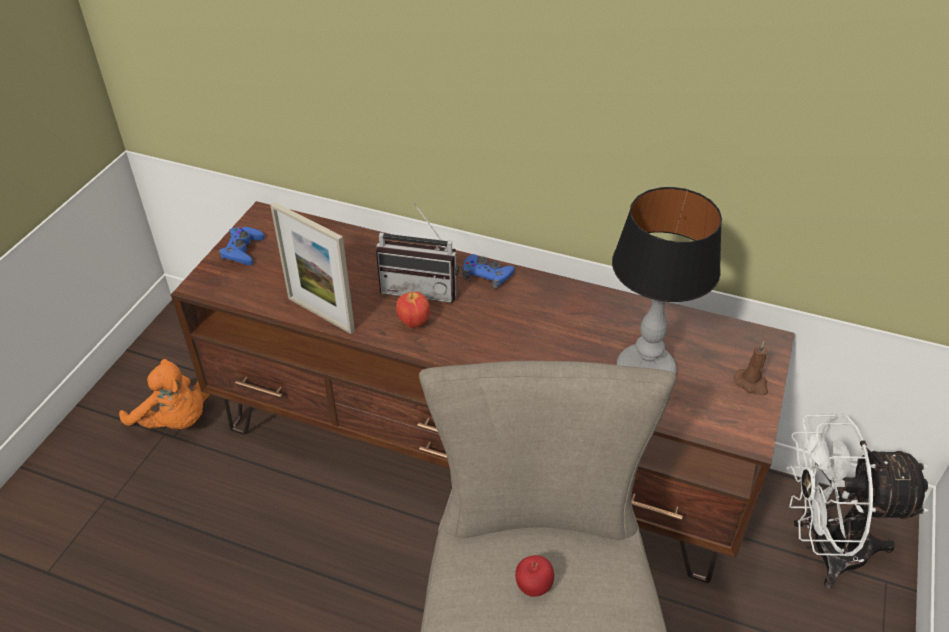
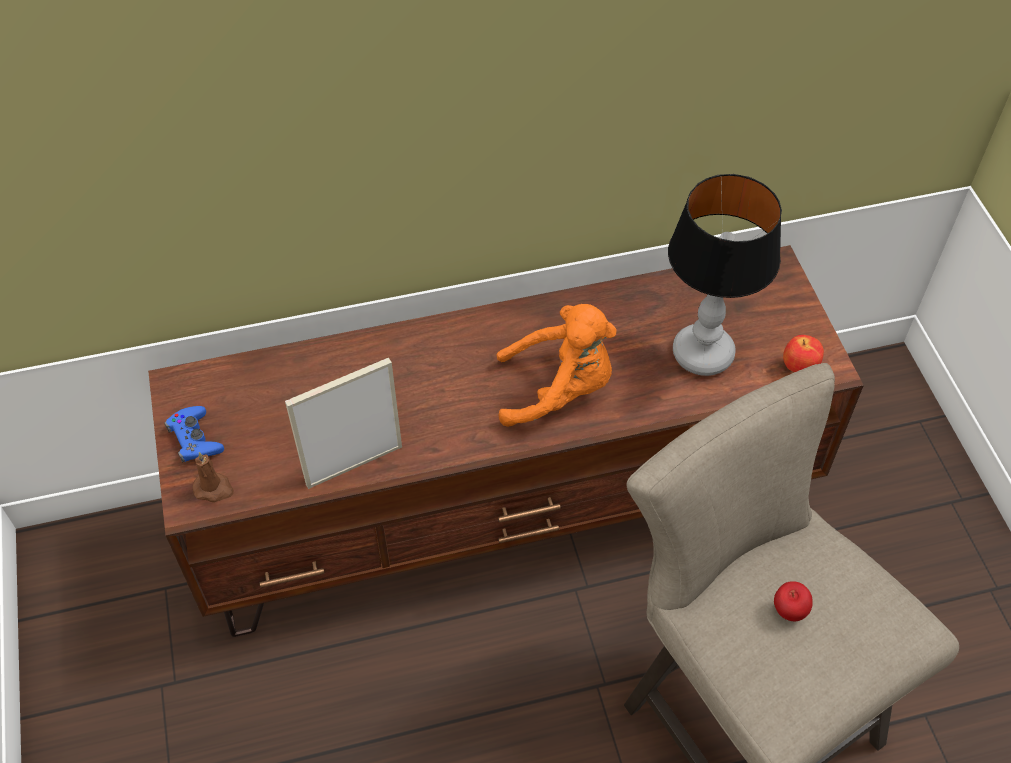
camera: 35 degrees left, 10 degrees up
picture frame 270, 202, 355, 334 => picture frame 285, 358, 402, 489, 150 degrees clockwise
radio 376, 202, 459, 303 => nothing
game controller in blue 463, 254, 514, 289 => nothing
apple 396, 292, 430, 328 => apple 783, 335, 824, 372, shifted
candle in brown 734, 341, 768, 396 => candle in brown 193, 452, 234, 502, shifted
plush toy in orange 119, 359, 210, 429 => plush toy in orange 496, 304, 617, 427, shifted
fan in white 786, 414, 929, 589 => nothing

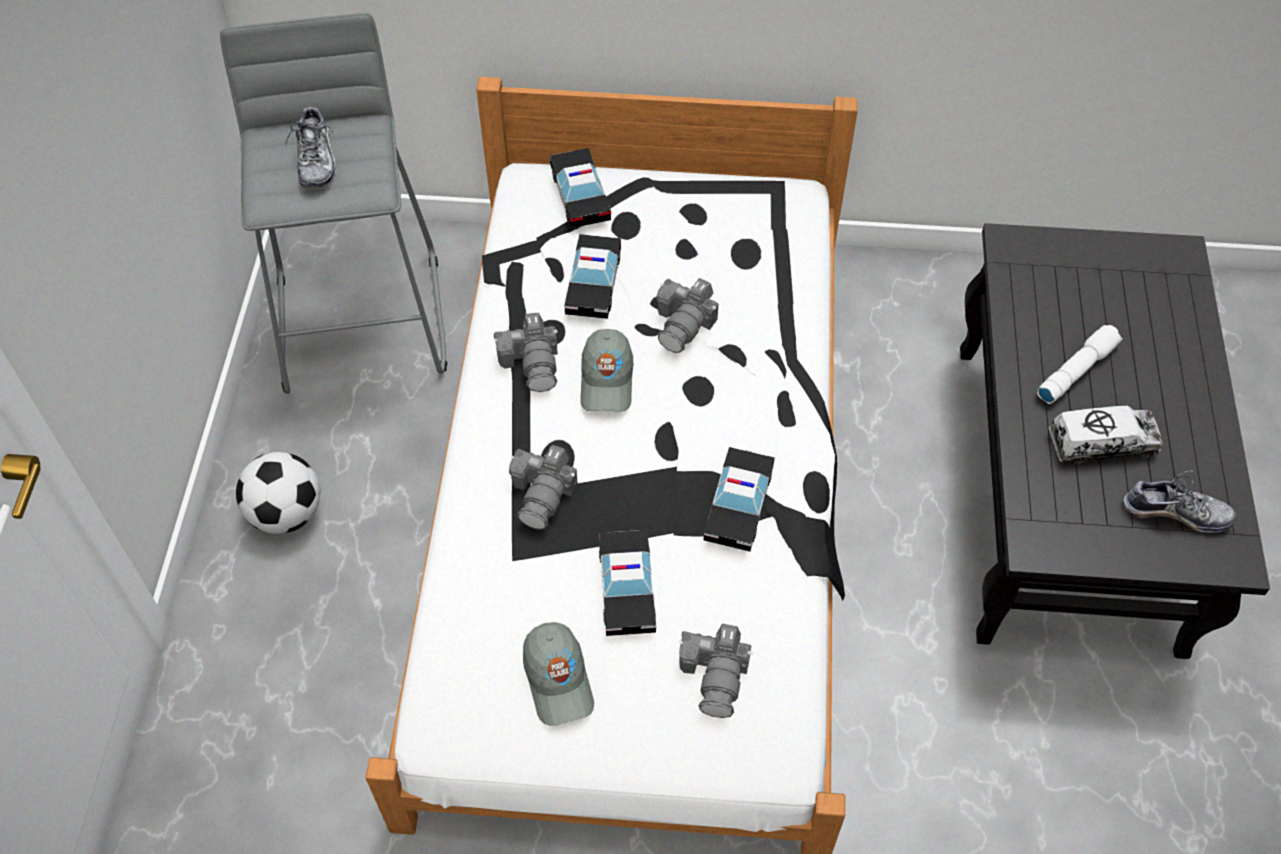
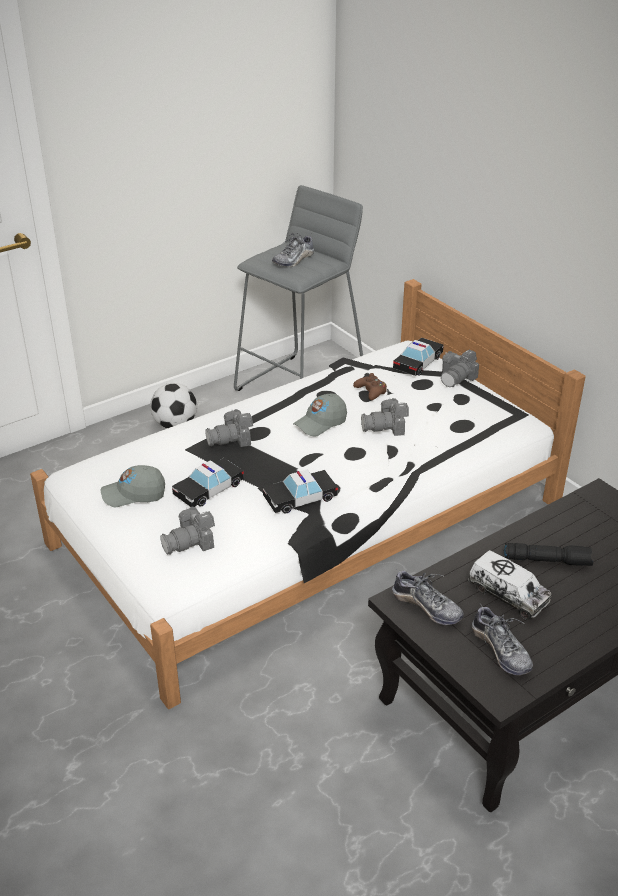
camera: 50 degrees right, 20 degrees down
toy car 564, 234, 621, 319 => game controller in brown 353, 373, 387, 400
photo camera 494, 313, 558, 392 => photo camera 441, 350, 479, 387, shifted
flashlight in white 1037, 325, 1123, 404 => flashlight in black 504, 543, 593, 566
cap in grey 523, 622, 594, 726 => cap in grey 101, 465, 165, 507, 45 degrees clockwise
nothing => shoe 392, 569, 464, 625

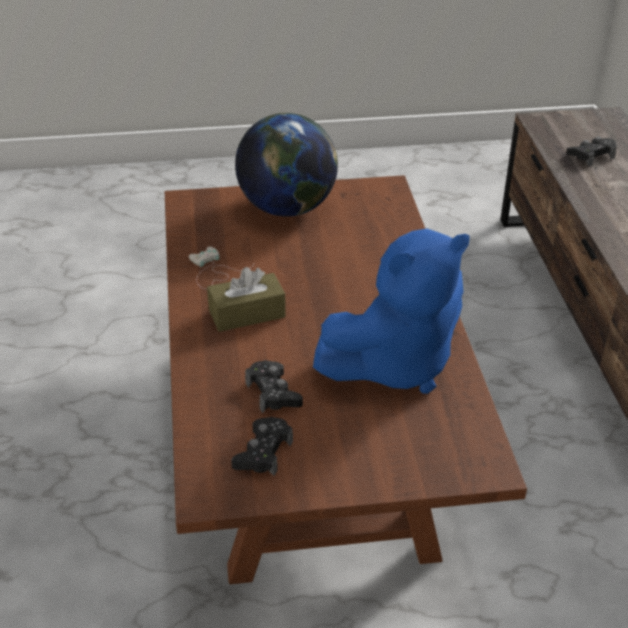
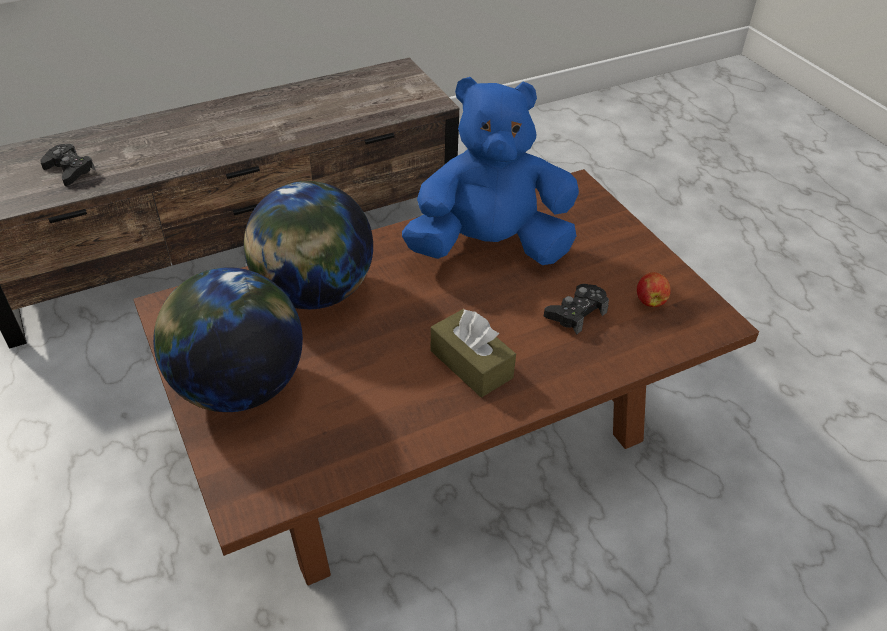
camera: 110 degrees left, 5 degrees up
plush toy in blue 313, 229, 470, 394 => plush toy in blue 402, 77, 579, 265, 45 degrees counterclockwise
game controller in white 189, 247, 254, 289 => nothing
game controller in black 231, 417, 293, 476 => apple 637, 272, 671, 307
nothing => globe 244, 181, 373, 309

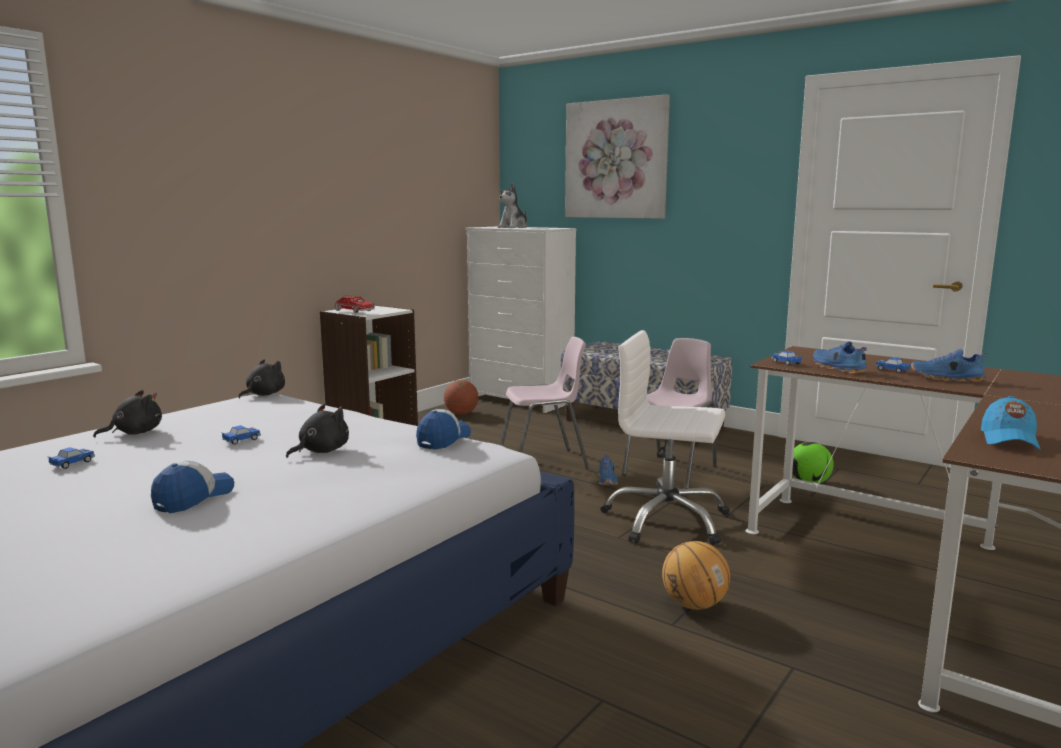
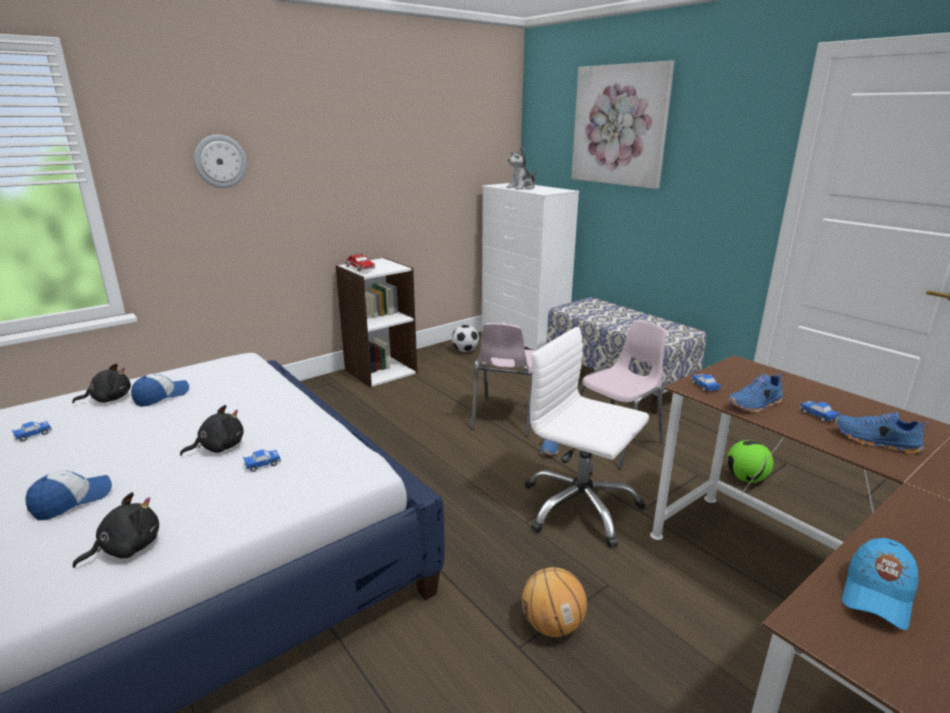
camera: 15 degrees right, 10 degrees up
chair in pink 500, 337, 589, 469 => chair in pink 471, 323, 535, 437, 105 degrees clockwise
shoe in blue 813, 341, 868, 374 => shoe in blue 727, 373, 784, 412, 105 degrees counterclockwise
plush toy in black 238, 359, 285, 399 => plush toy in black 72, 492, 159, 568, shifted
basketball 444, 380, 479, 415 => football 452, 325, 479, 352
cap 416, 409, 471, 450 => cap 131, 373, 189, 407, shifted
toy car 221, 425, 261, 445 => toy car 243, 450, 281, 472, shifted
nothing => wall clock 194, 135, 247, 188

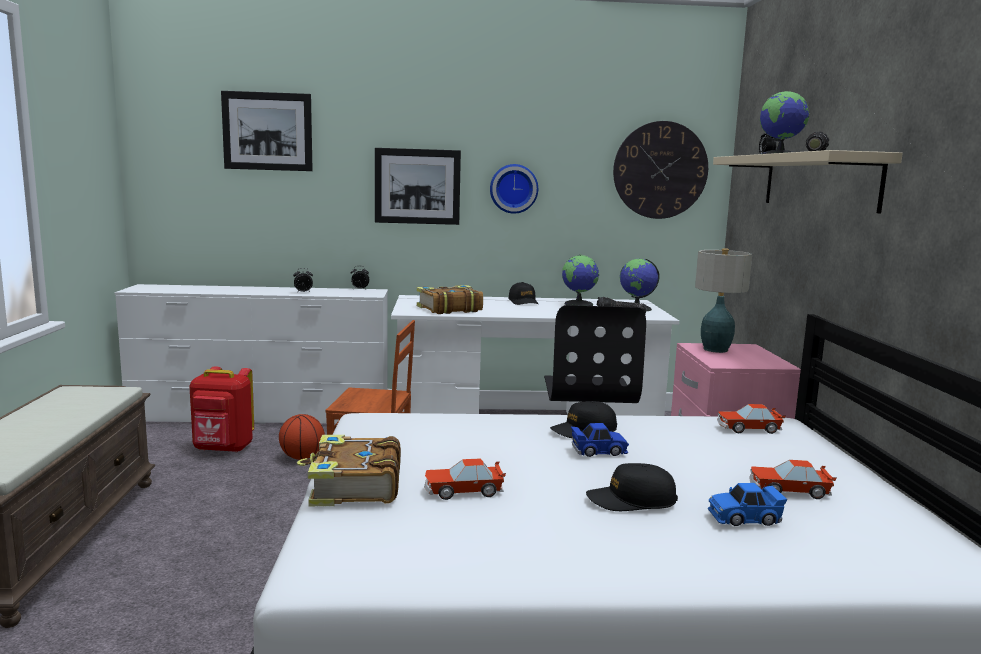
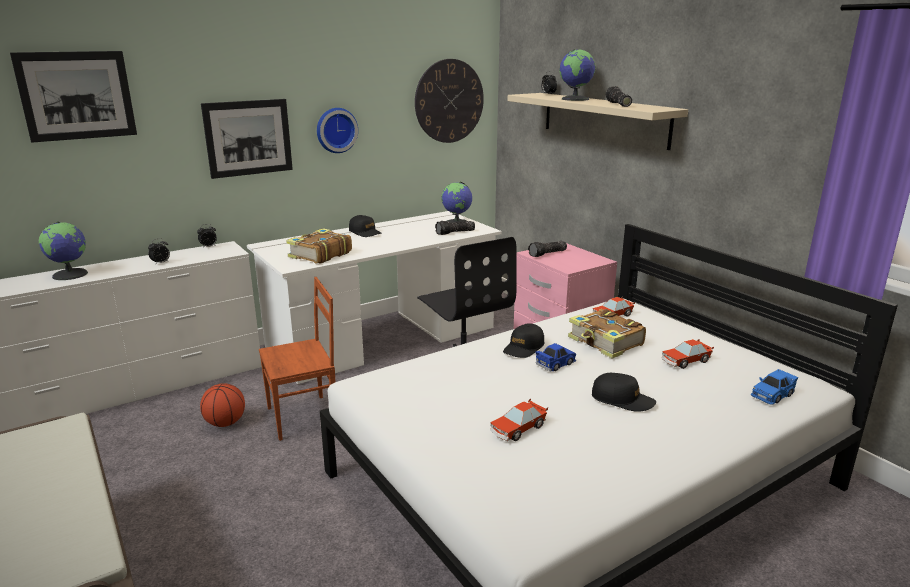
camera: 30 degrees left, 10 degrees up
table lamp 695, 248, 752, 353 => flashlight 528, 241, 567, 257
globe 562, 254, 599, 306 => globe 39, 221, 88, 280, shifted
backpack in red 189, 366, 254, 452 => nothing
book 297, 435, 401, 506 => book 568, 309, 646, 359, shifted
cap in black 586, 463, 678, 511 => cap in black 592, 373, 656, 412, 120 degrees counterclockwise
toy car in blue 708, 483, 787, 526 => toy car in blue 751, 369, 798, 405, shifted

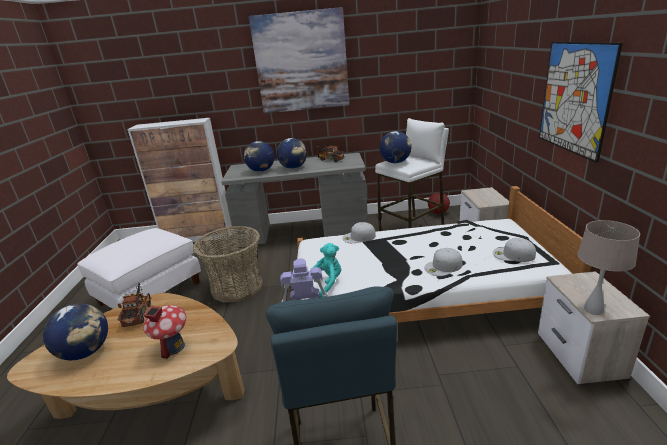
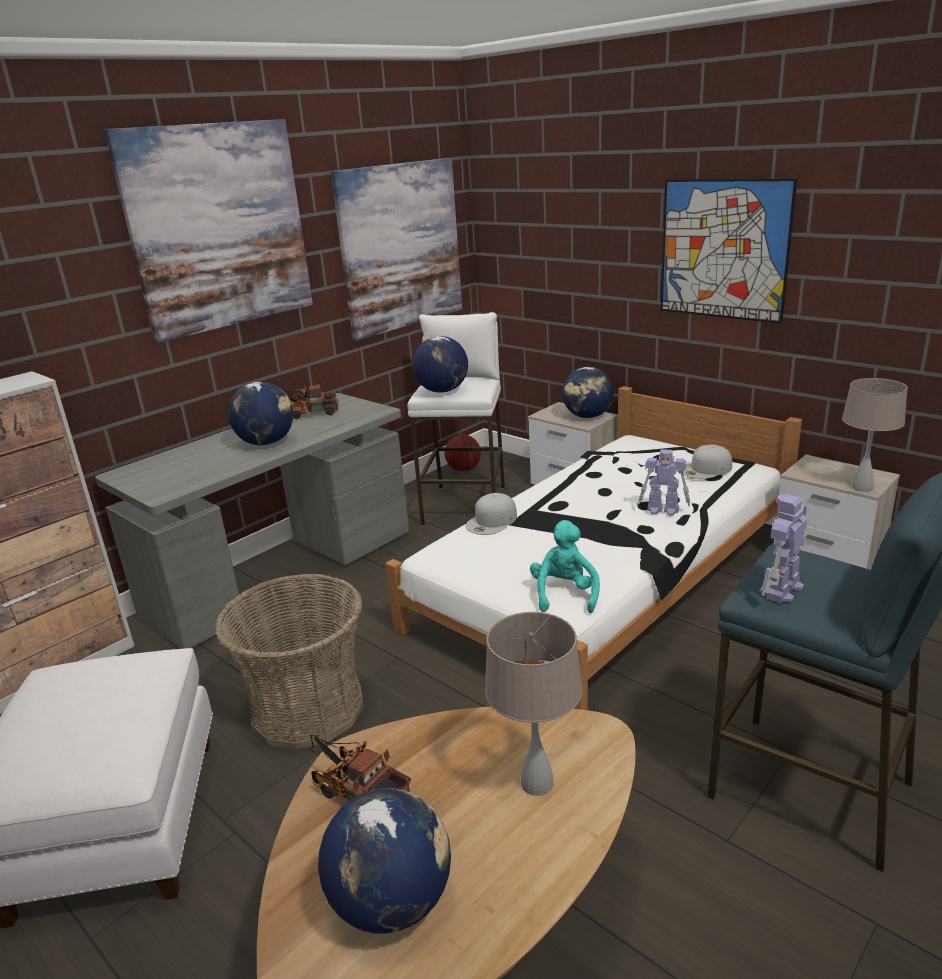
camera: 45 degrees left, 0 degrees up
globe 244, 141, 275, 172 => globe 562, 367, 614, 418, shifted
cap in white 424, 248, 463, 276 => toy robot 638, 449, 690, 516
toy house 143, 305, 186, 359 => table lamp in beige 485, 612, 582, 796
nothing => picture 331, 158, 462, 341

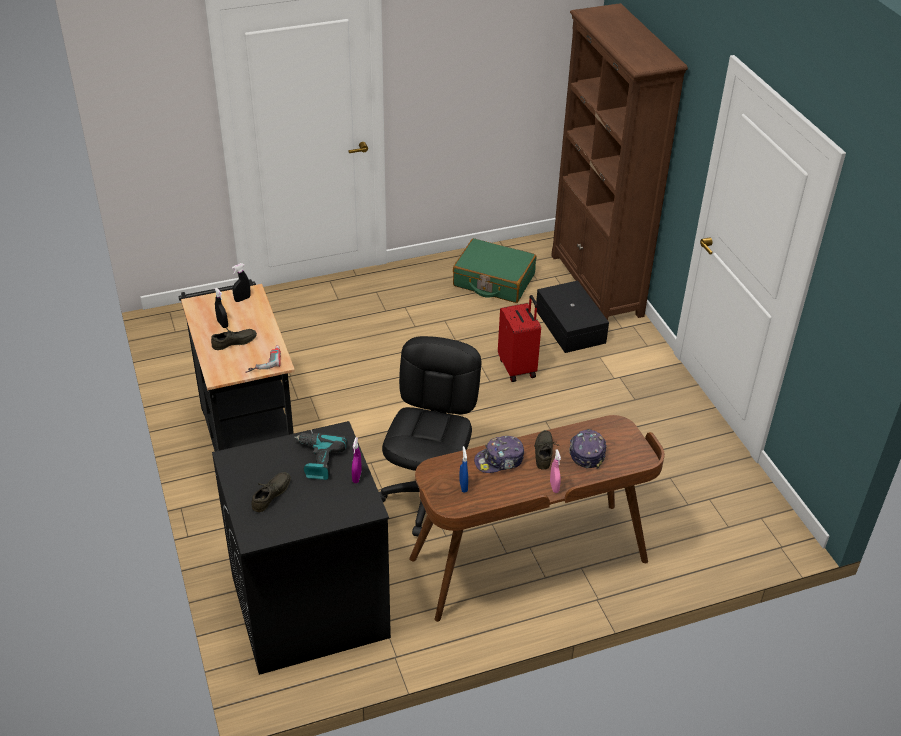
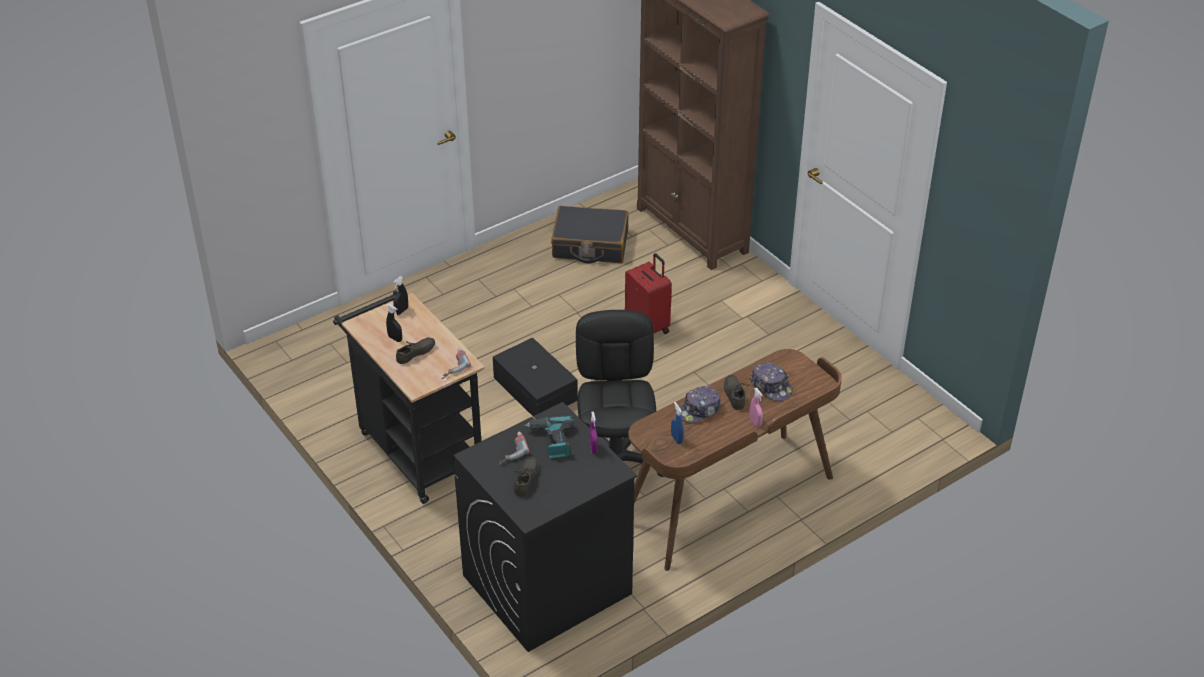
camera: 15 degrees left, 0 degrees up
suitcase in green 453, 238, 536, 303 => suitcase in black 551, 206, 629, 264
storage box in black 536, 281, 609, 353 => storage box in black 493, 337, 578, 416, shifted
cap 569, 429, 607, 469 => cap 750, 362, 793, 401, 150 degrees clockwise
nothing => power drill 497, 432, 530, 466

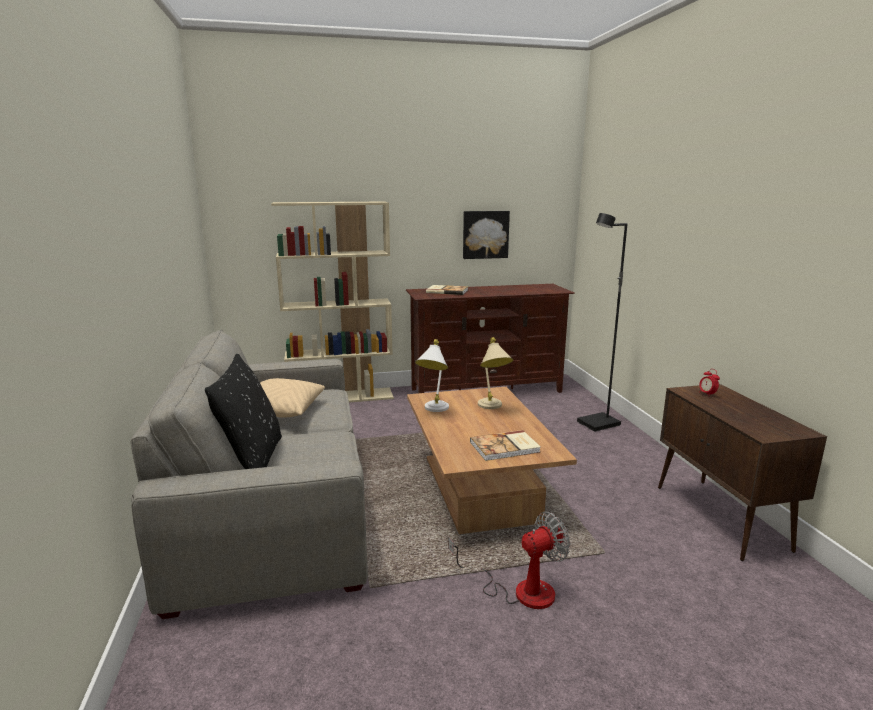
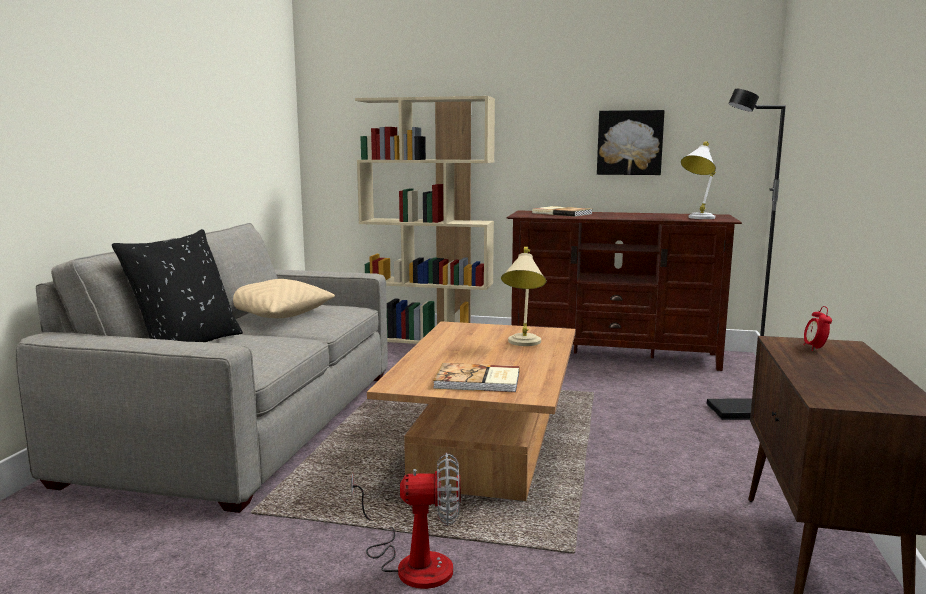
camera: 25 degrees right, 5 degrees down
table lamp in white 415, 339, 449, 412 => table lamp in white 681, 142, 716, 219, shifted

